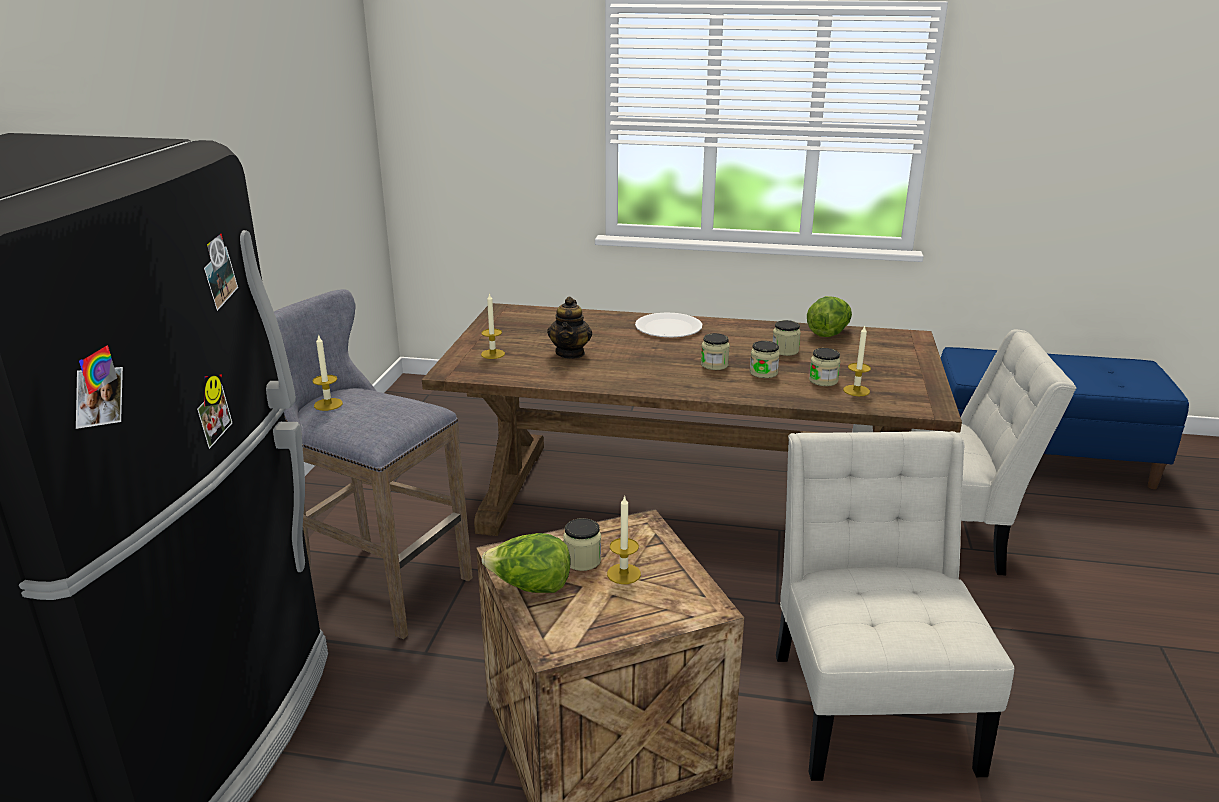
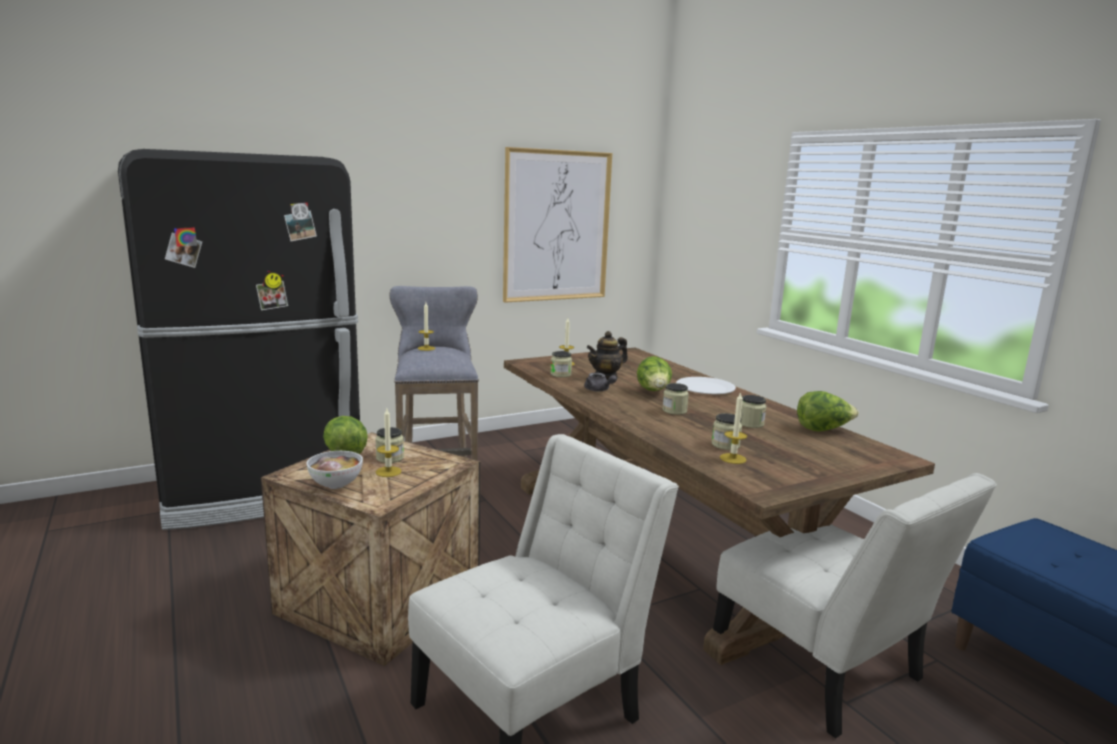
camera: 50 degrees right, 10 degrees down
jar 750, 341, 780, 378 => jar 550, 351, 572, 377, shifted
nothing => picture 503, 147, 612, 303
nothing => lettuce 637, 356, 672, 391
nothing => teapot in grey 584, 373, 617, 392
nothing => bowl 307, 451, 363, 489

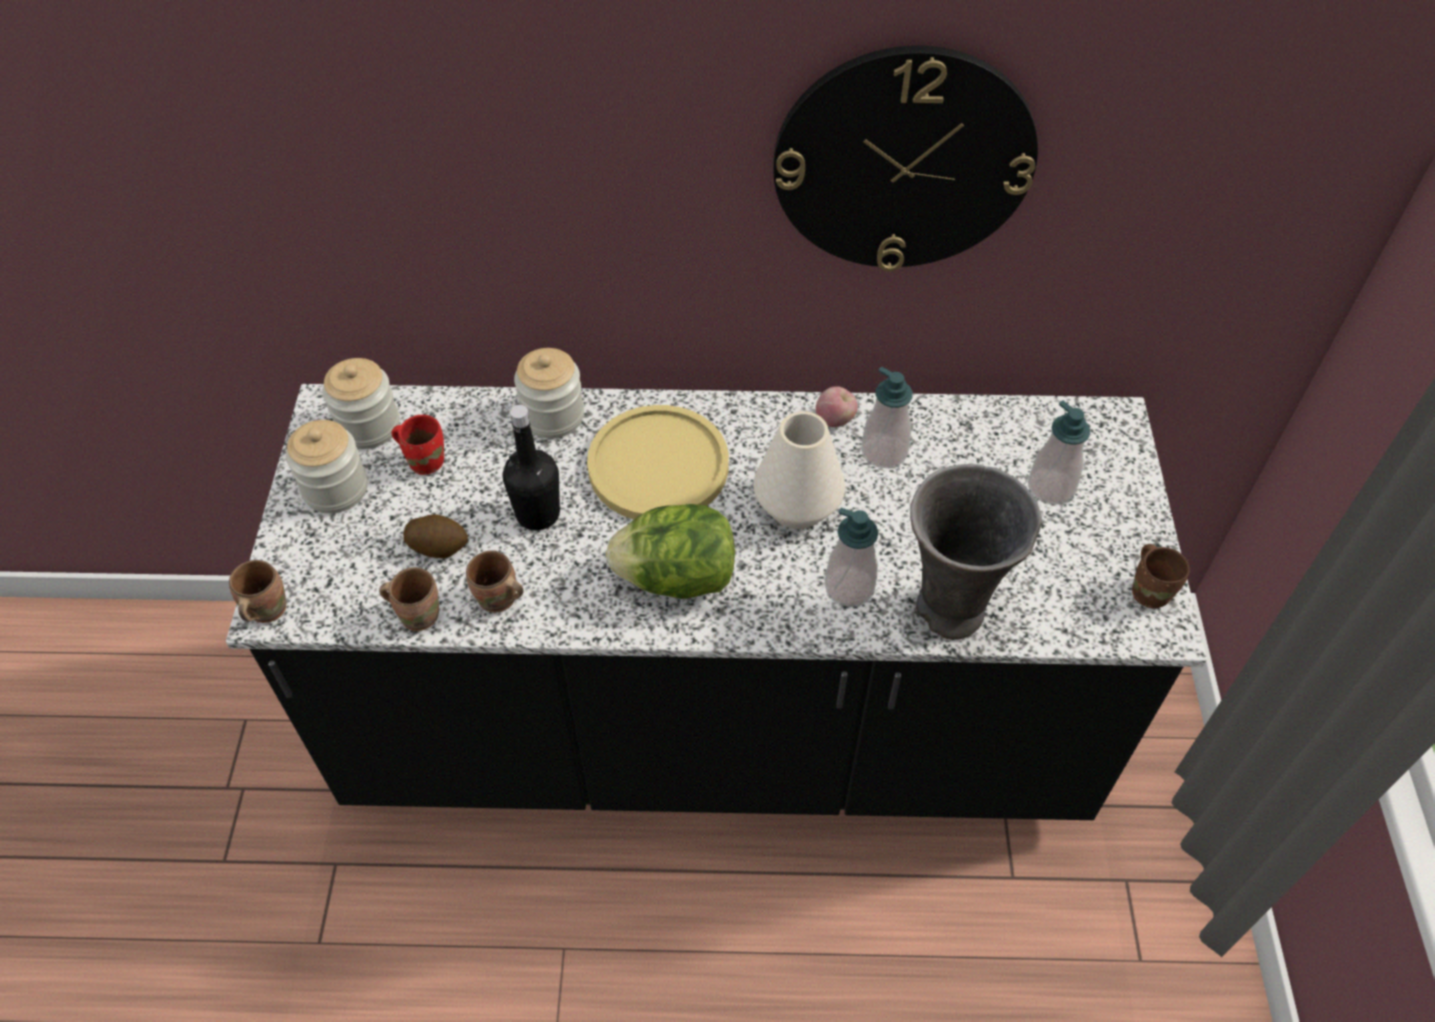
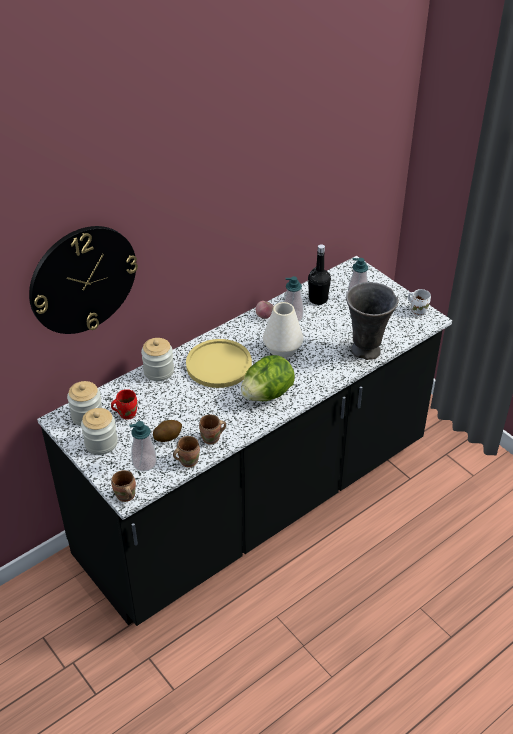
camera: 40 degrees left, 10 degrees down
wall clock 773, 45, 1038, 272 => wall clock 29, 226, 138, 334, shifted
bottle in black 502, 405, 560, 530 => bottle in black 308, 244, 331, 305, shifted
soap dispenser 824, 508, 878, 607 => soap dispenser 130, 421, 157, 471, shifted
mug in brown 1132, 544, 1190, 609 => mug in white 408, 289, 431, 316

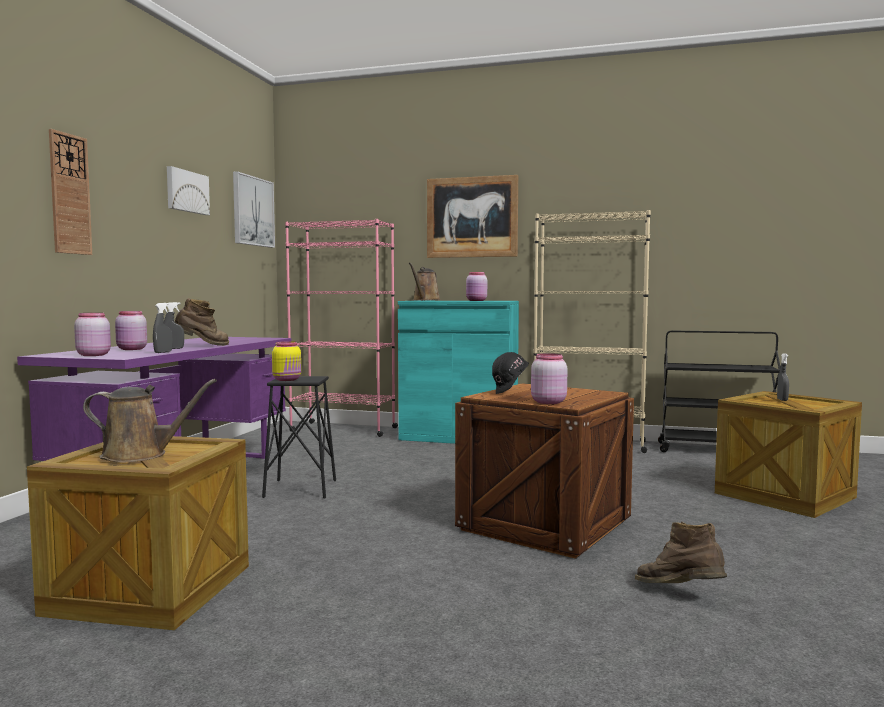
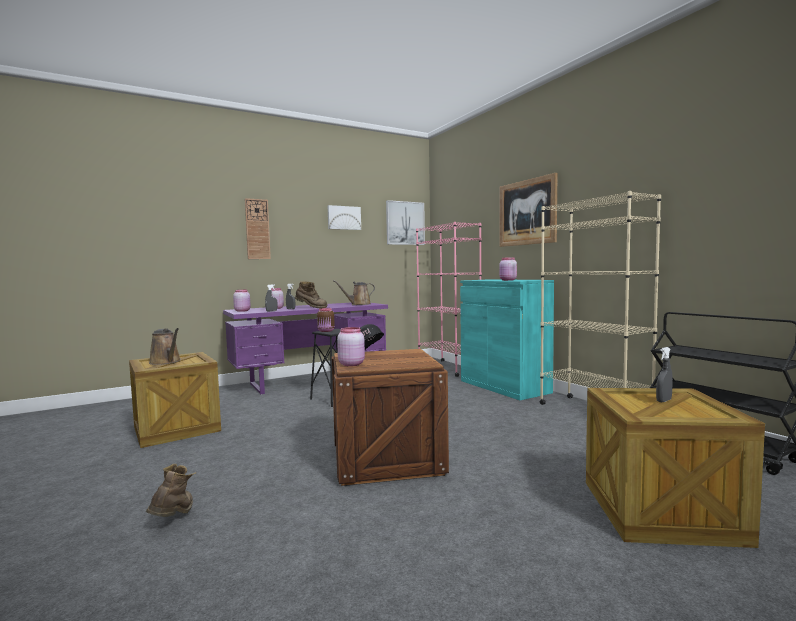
camera: 45 degrees right, 0 degrees up
watering can in brown 409, 263, 441, 301 => watering can in brown 333, 280, 375, 305, shifted
jar in yellow 272, 341, 301, 381 => jar in brown 317, 308, 335, 332
boot in brown 635, 522, 727, 583 => boot in brown 146, 464, 196, 517, shifted

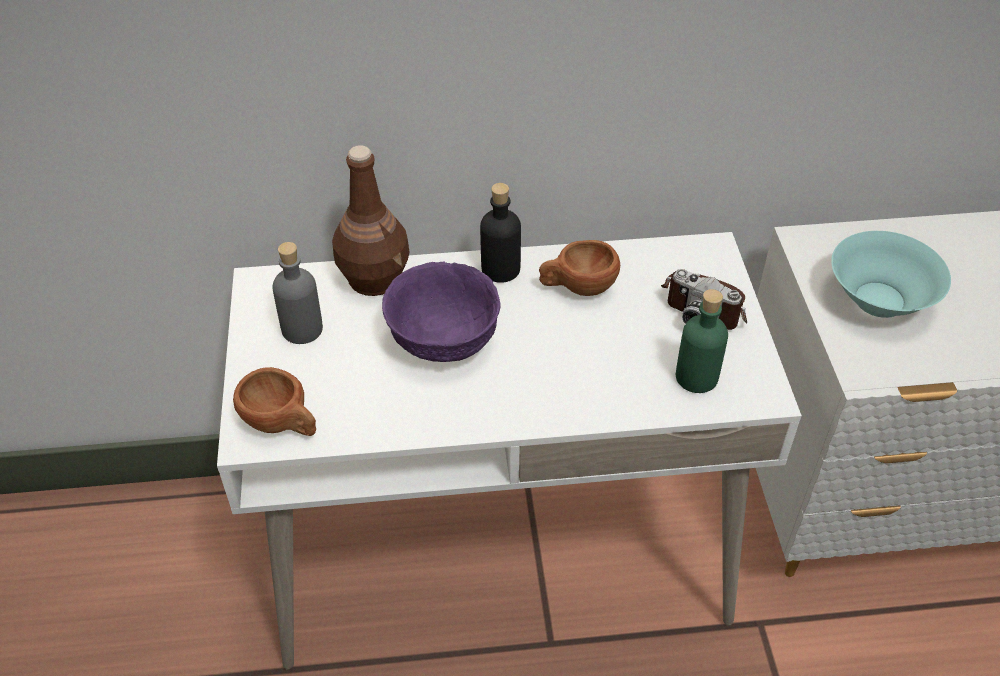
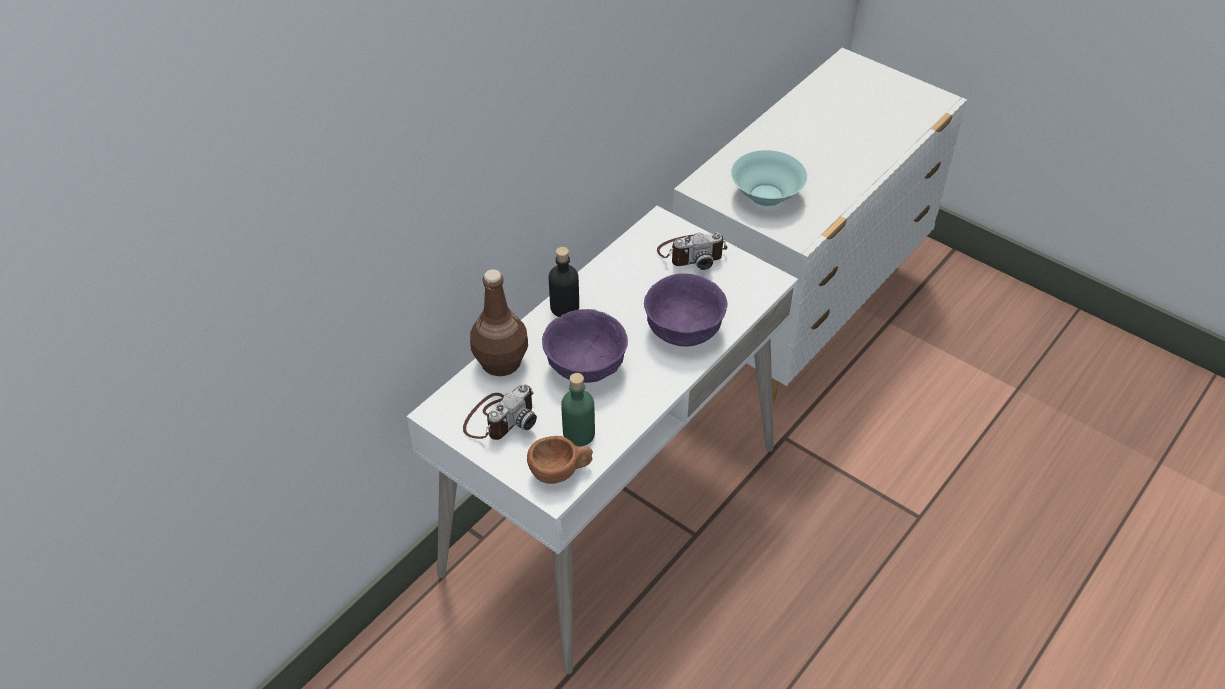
camera: 45 degrees left, 0 degrees up
cup in brown 539, 240, 620, 296 => nothing
bottle in grey 272, 242, 323, 344 => photo camera 463, 384, 537, 440
bottle in green 676, 289, 728, 393 => bottle in green 561, 373, 595, 446, shifted
nothing => bowl in purple 644, 273, 727, 346

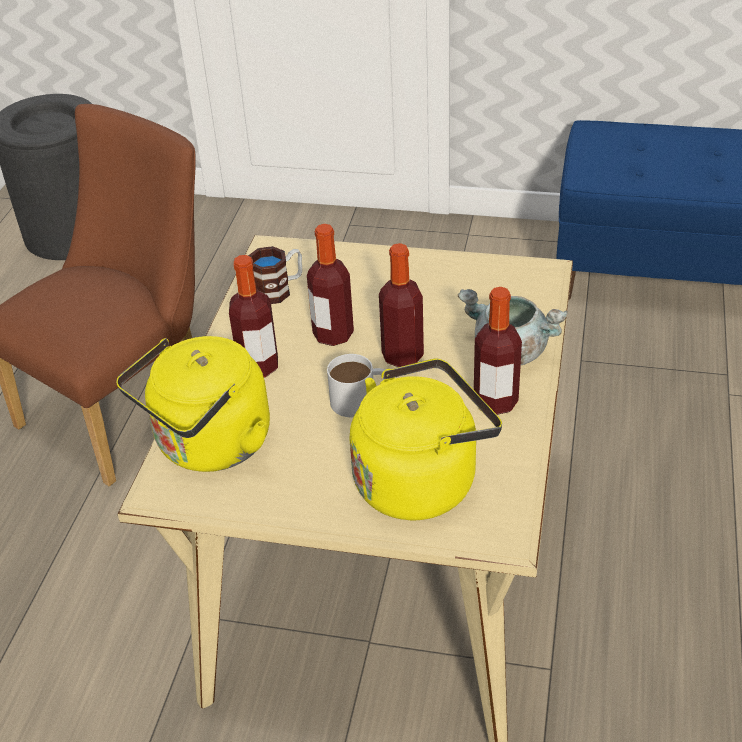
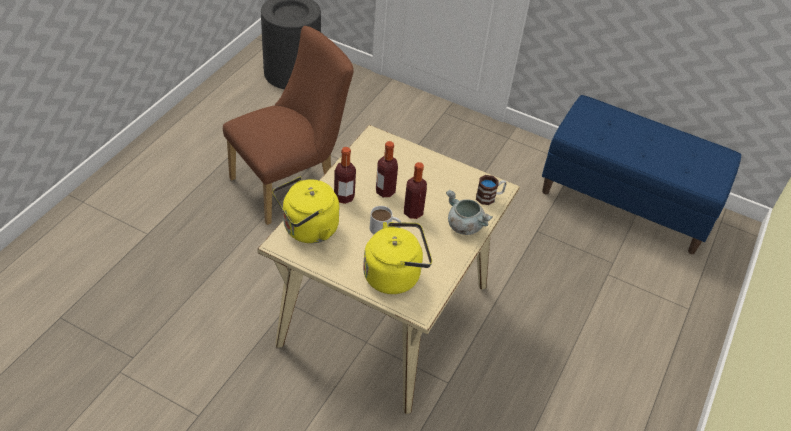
camera: 10 degrees right, 5 degrees up
mug 248, 246, 302, 304 => mug 476, 175, 507, 205, shifted
bottle 474, 287, 522, 415 => nothing

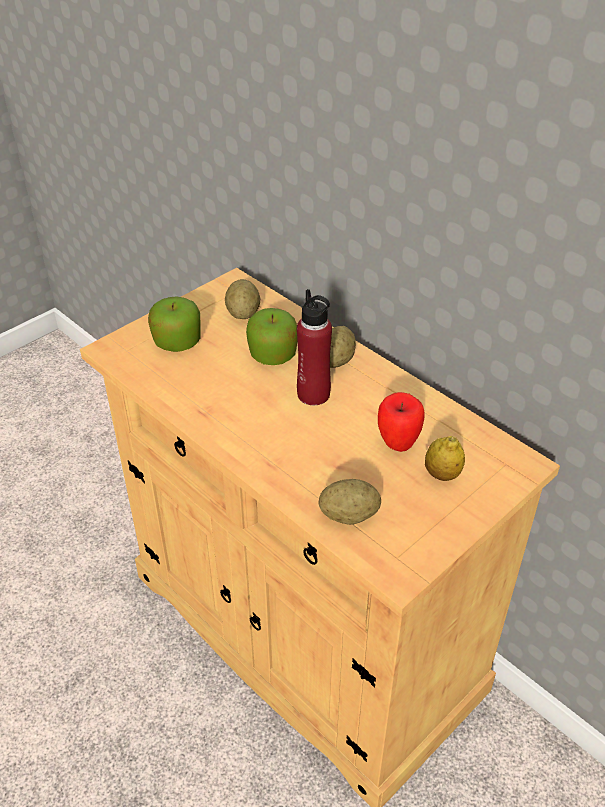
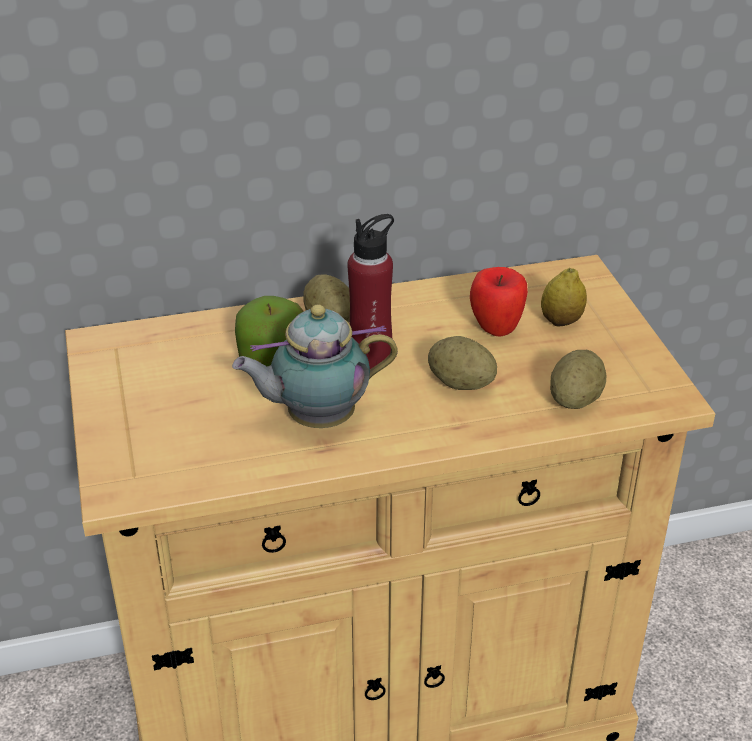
camera: 60 degrees left, 5 degrees down
potato 225, 279, 260, 319 => potato 428, 336, 497, 390, shifted
apple 148, 297, 201, 352 => nothing
nothing => teapot 232, 305, 398, 428

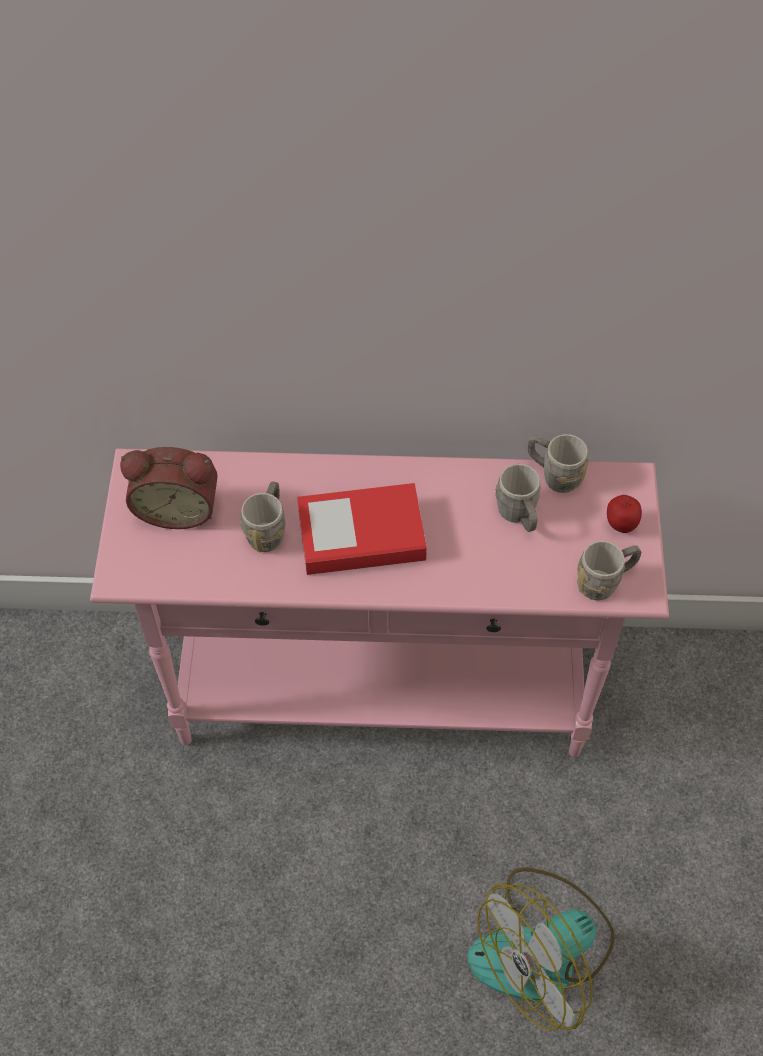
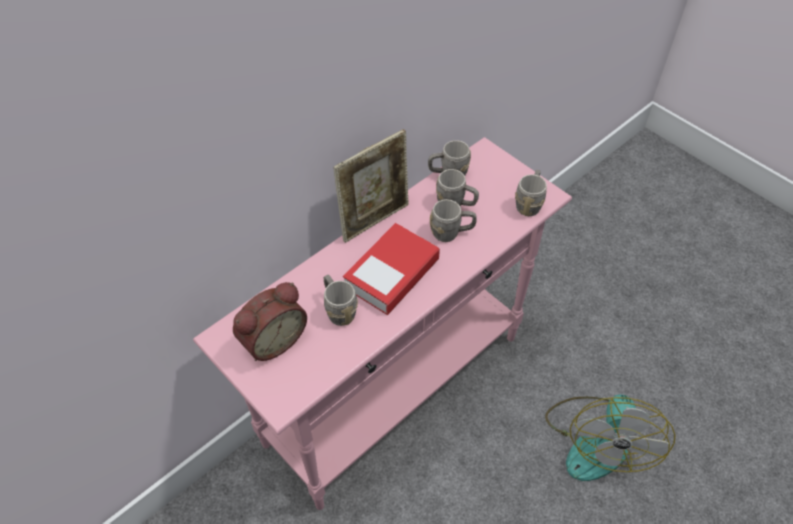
camera: 45 degrees left, 5 degrees down
apple 607, 495, 642, 533 => nothing
nothing => picture frame 333, 129, 409, 243
nothing => mug in grey 430, 199, 477, 242

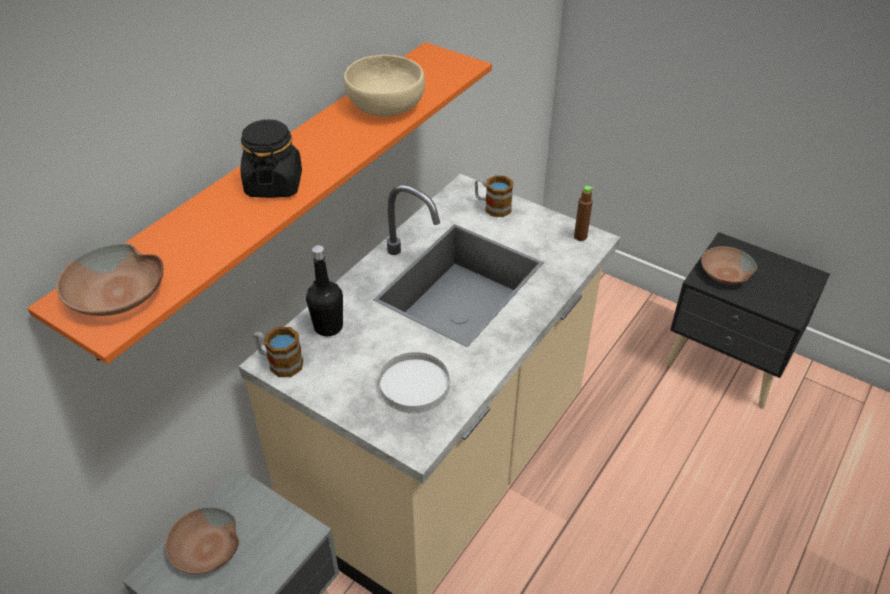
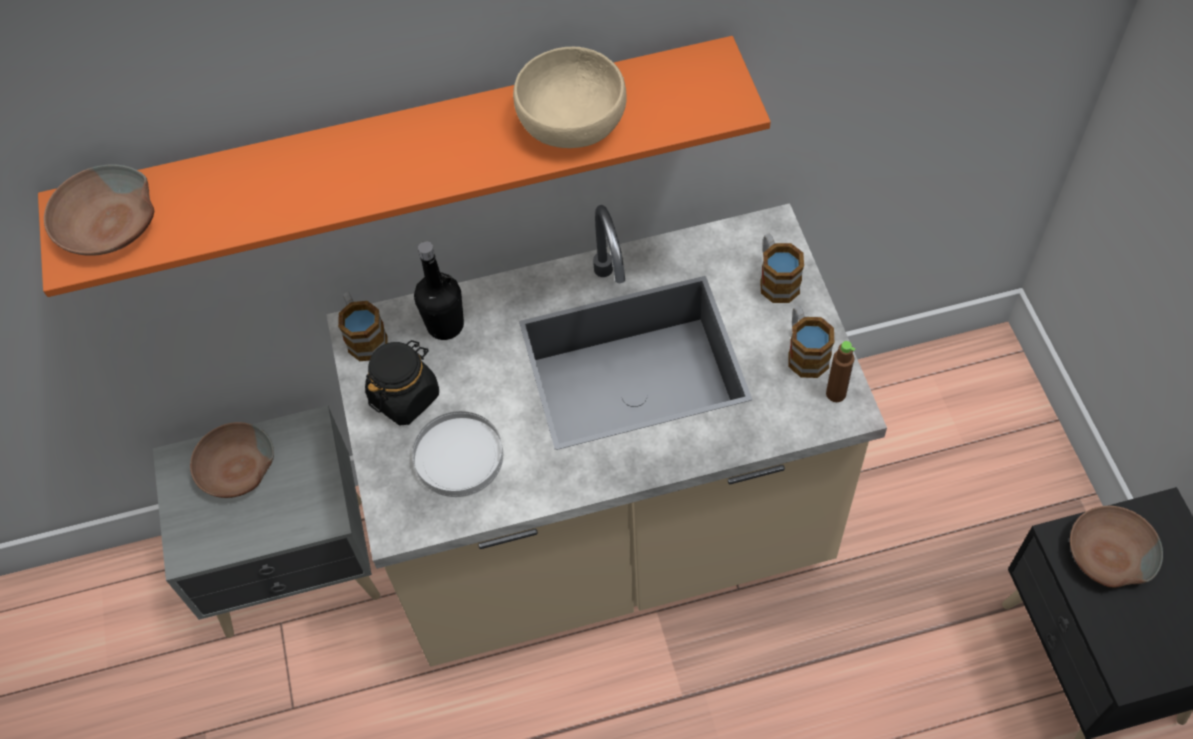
camera: 45 degrees right, 15 degrees up
jar in black 240, 119, 302, 198 => jar in black 365, 340, 439, 425, shifted
nothing => mug 788, 306, 834, 378

